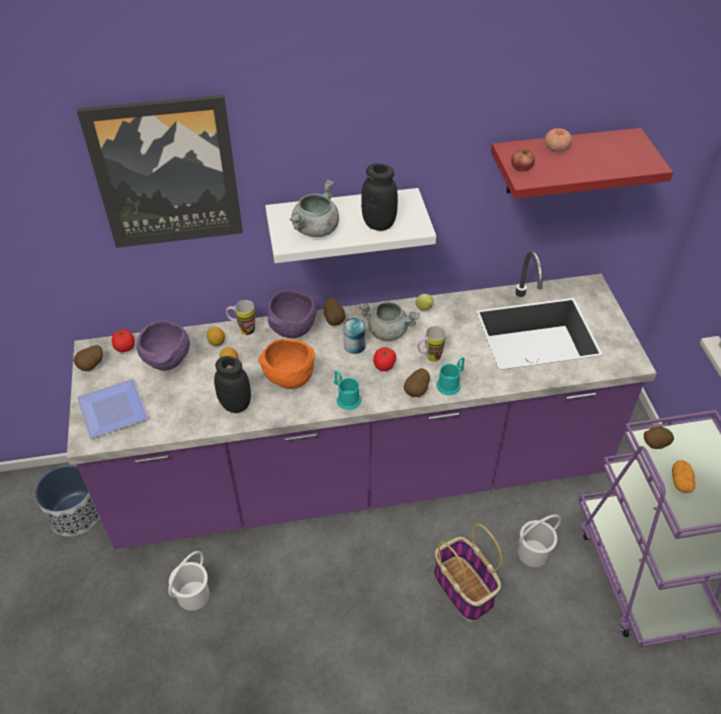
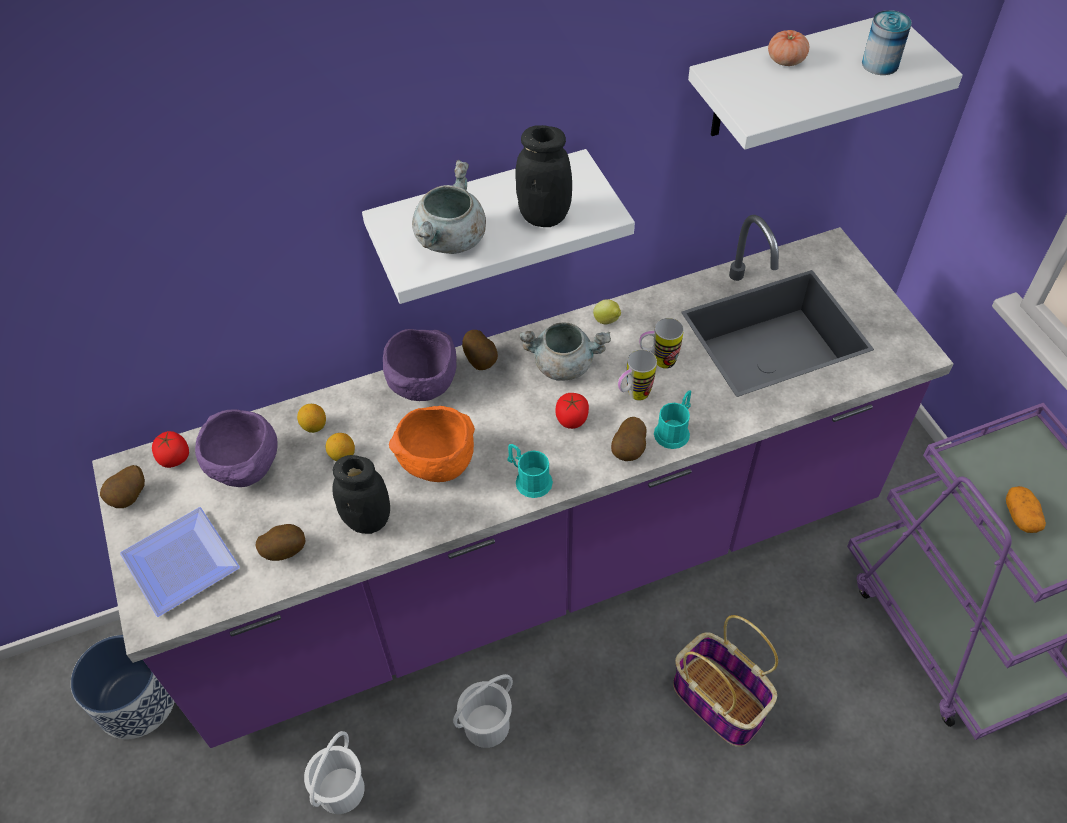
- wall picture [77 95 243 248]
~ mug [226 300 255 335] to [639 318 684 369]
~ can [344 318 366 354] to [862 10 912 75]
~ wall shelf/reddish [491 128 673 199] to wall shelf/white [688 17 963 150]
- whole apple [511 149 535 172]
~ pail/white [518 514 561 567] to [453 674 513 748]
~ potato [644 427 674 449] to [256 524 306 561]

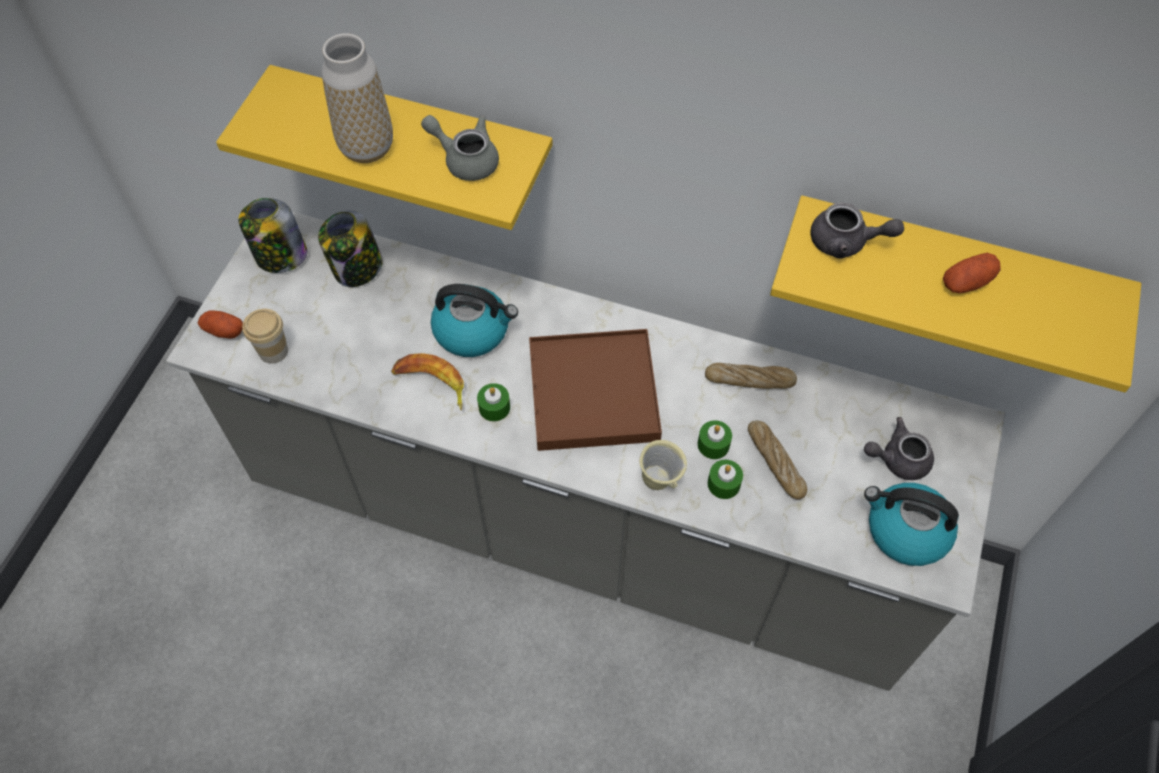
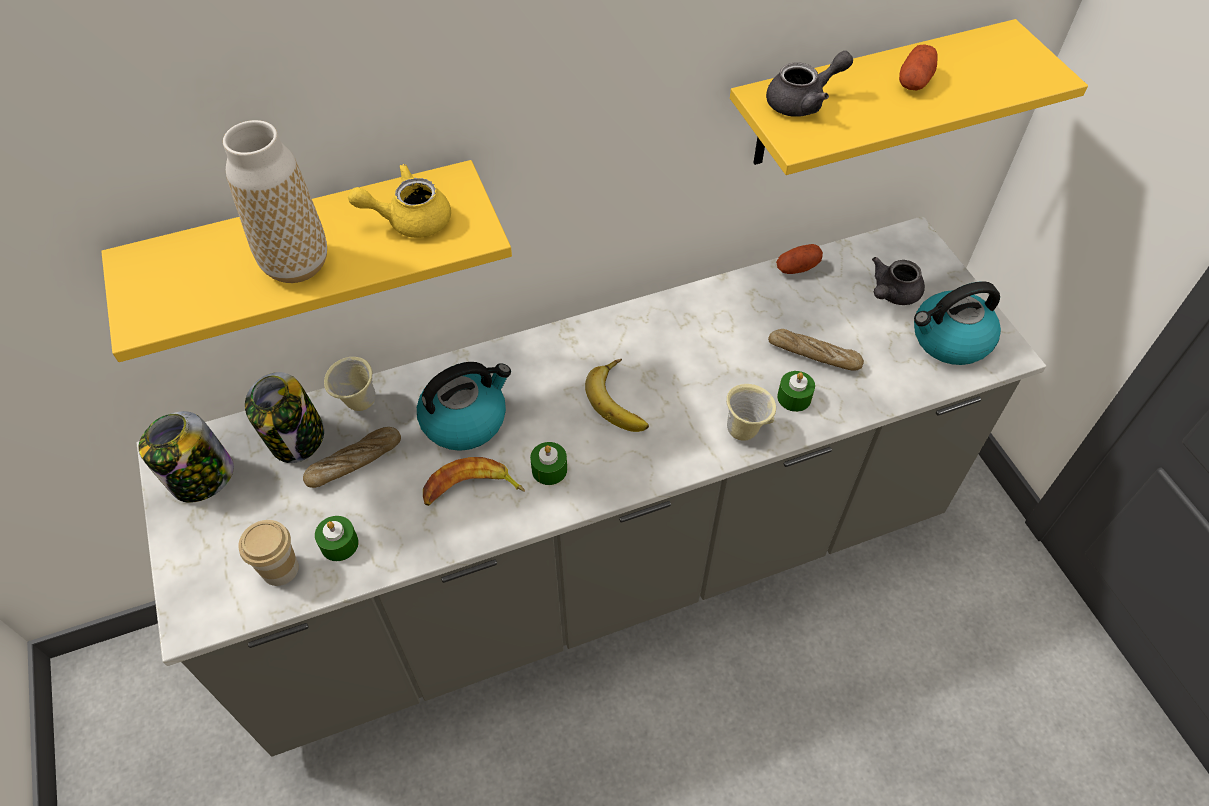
~ potato [198 310 243 339] to [776 244 823 274]
~ teapot/gray [421 115 499 181] to teapot/yellow-coloured [348 164 451 238]
~ tray/brown-coloured [529 329 662 451] to banana fruit [585 359 649 432]
~ wax candle/green [698 420 732 459] to [315 516 359 561]
~ bakery bread [705 363 797 389] to [303 427 401 488]
+ mug/sand-coloured [324 357 375 411]

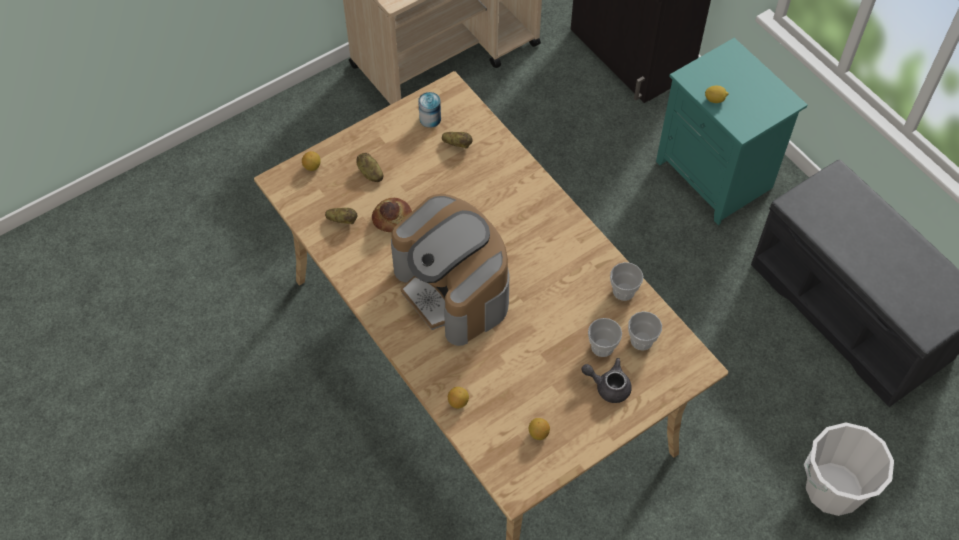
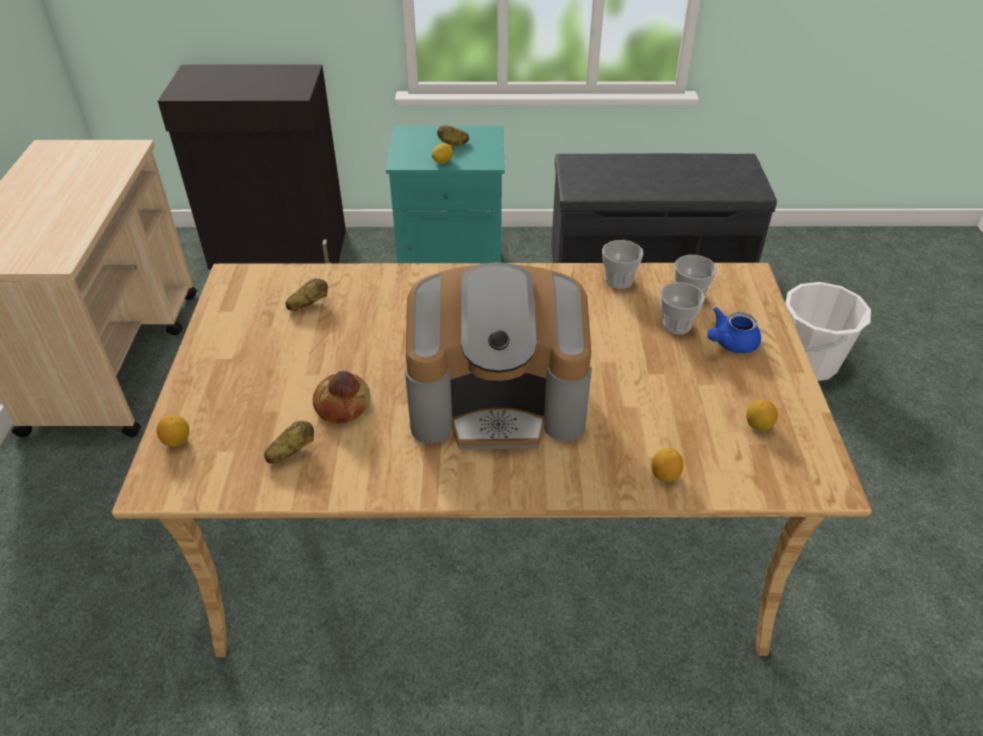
~ potato [356 153 384 182] to [437 125 469 146]
- can [418 92 441 128]
~ teapot/gray [581 358 632 403] to teapot/blue-coloured [707 307 761 353]

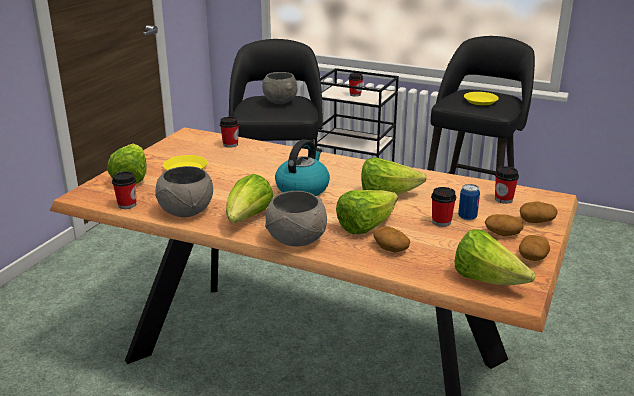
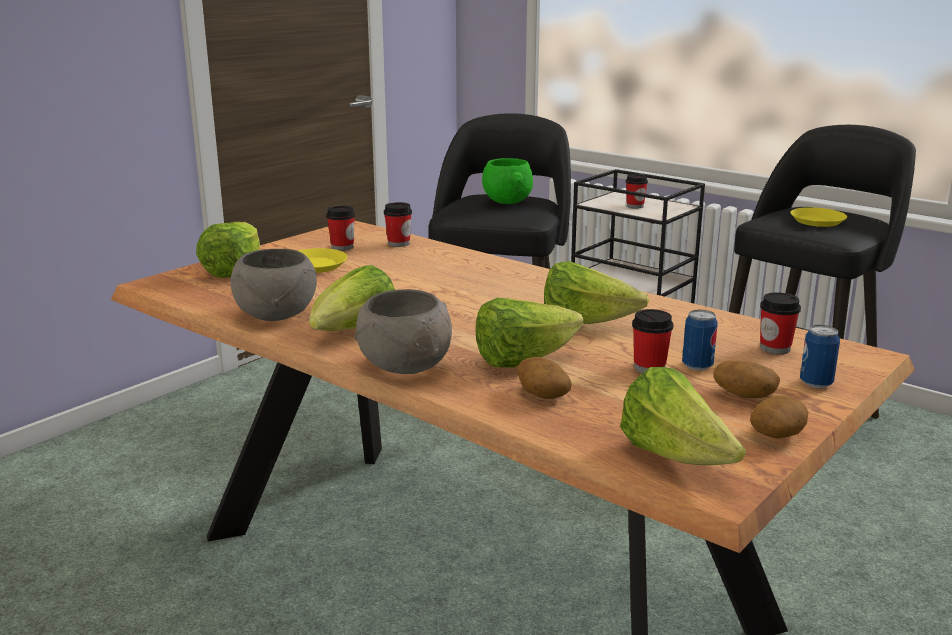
~ drinking cup [112 171 136 209] to [326 205 355 251]
~ bowl/gray [262 72 297 104] to bowl/green [482 158 533 204]
- tea kettle [275 139 330 196]
~ potato [520 201 558 223] to can [800 325 840 388]

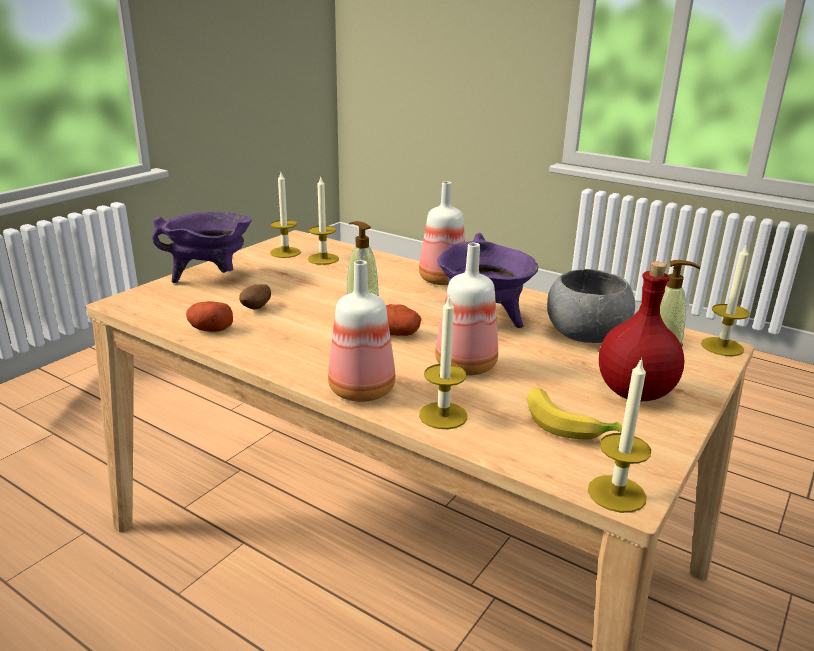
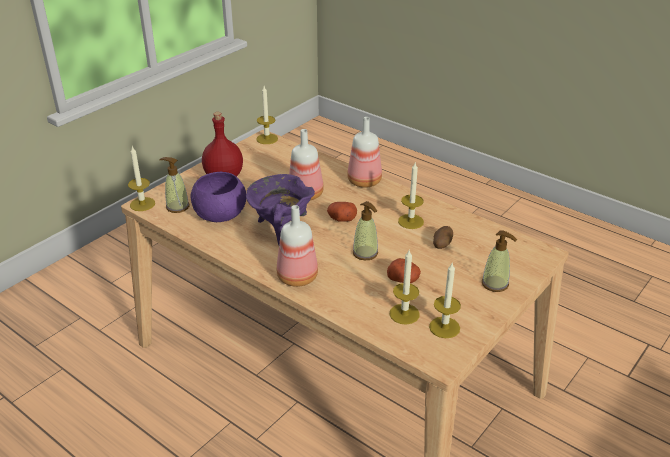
~ stockpot/purple-coloured [152 212 252 283] to liquid soap bottle [482 230 517 292]
~ potato [186 301 233 332] to [387 258 421 283]
~ wax candle [419 297 467 429] to [398 163 424 229]
- banana fruit [527 388 623 440]
~ bowl/gray [547 269 635 343] to bowl/purple-coloured [191 172 246 222]

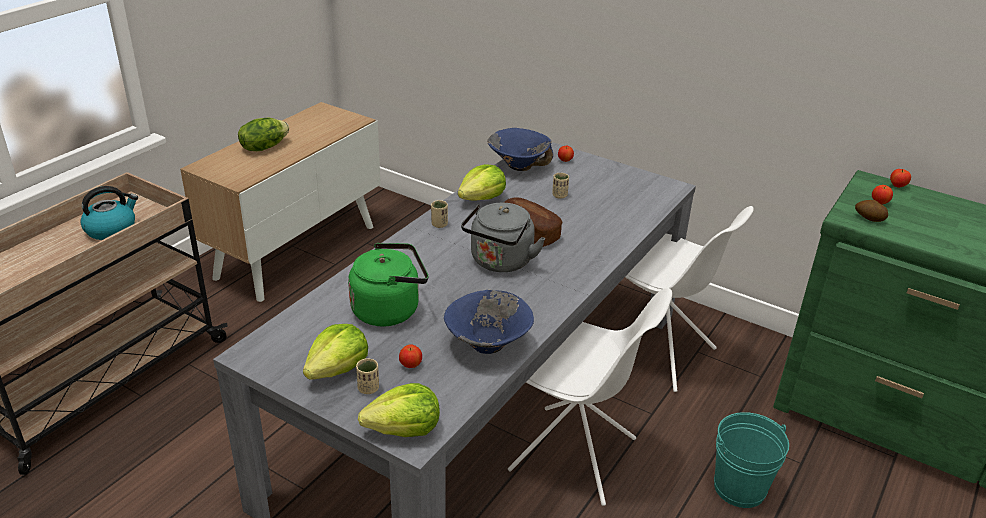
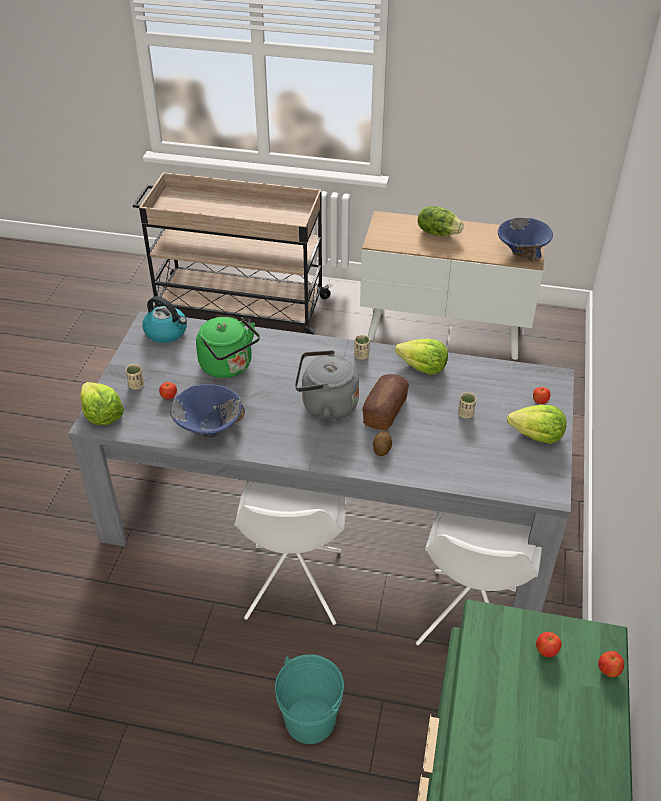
~ tea kettle [80 186 138 240] to [142 296 187 343]
~ lettuce [303 324 368 380] to [507 405 566 444]
~ bowl/blue-coloured [487 128 553 171] to [498 218 553 263]
~ potato [855 200 888 222] to [373 431 392 456]

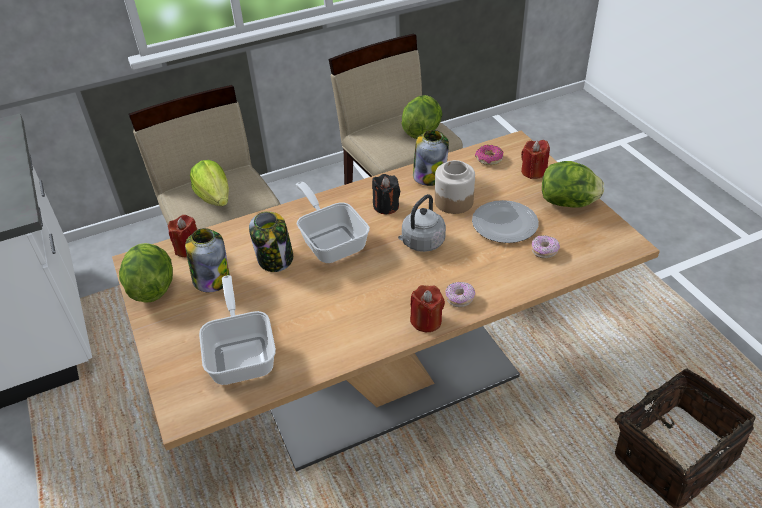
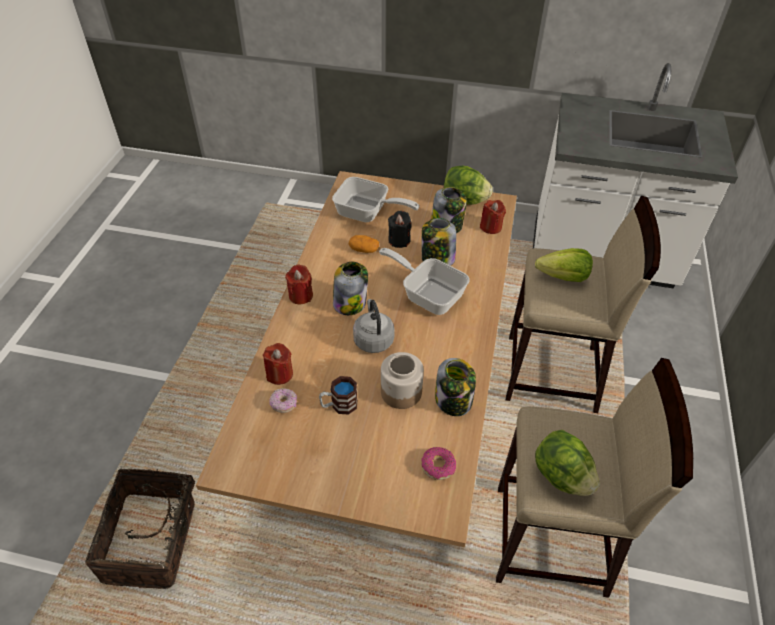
~ skillet [296 182 370 263] = [379 248 470 315] 150 degrees counterclockwise
~ wax candle/black-coloured [372 174 400 214] to [388 211 412 248]
- ring doughnut [445 282 475 308]
~ flat dish [472 200 539 243] to mug [319 376 358 415]
~ wax candle/reddish [521 140 550 179] to [263 343 293 385]
- lettuce [542 161 604 208]
+ preserve jar [333 262 368 315]
+ potato [349 235 379 253]

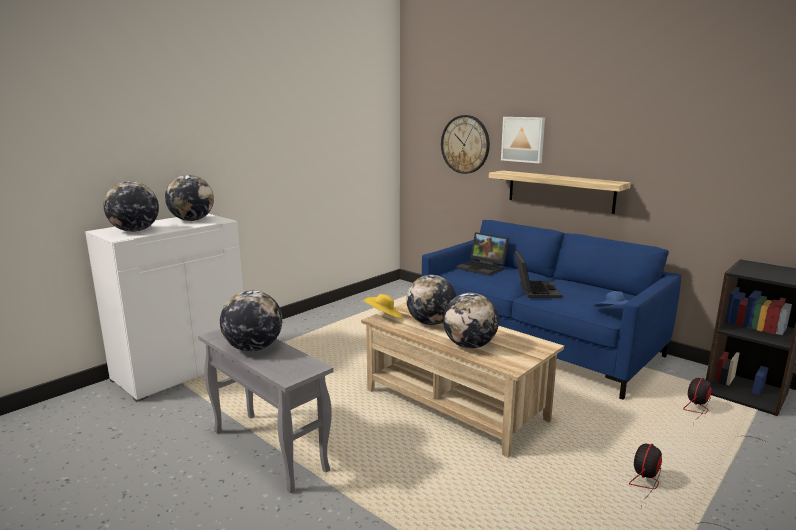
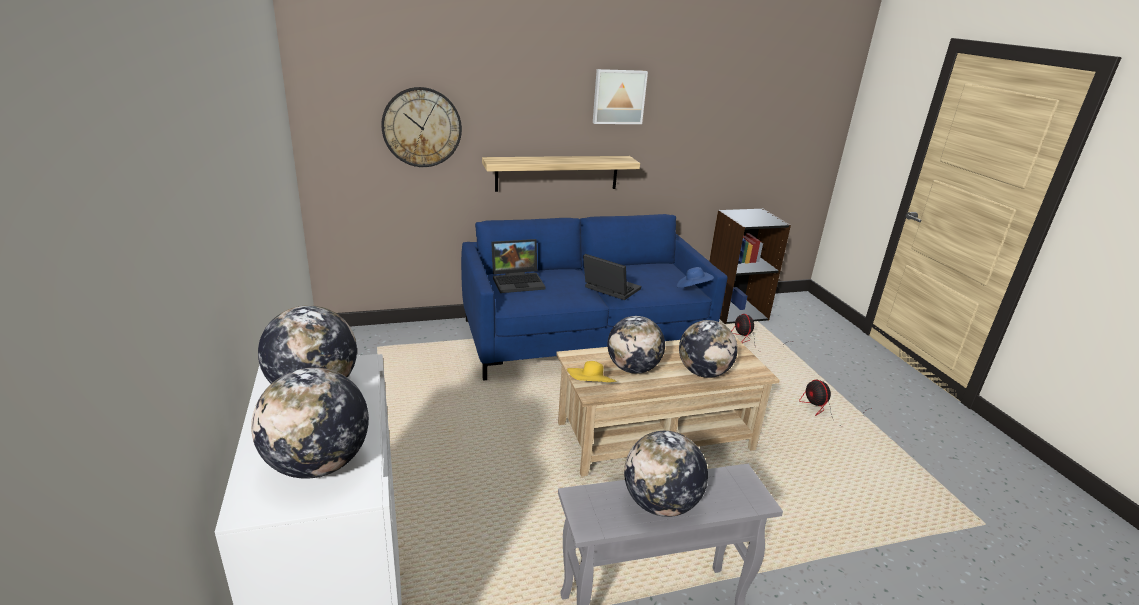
~ wall picture [501 117 545 163] to [593 69 648 124]

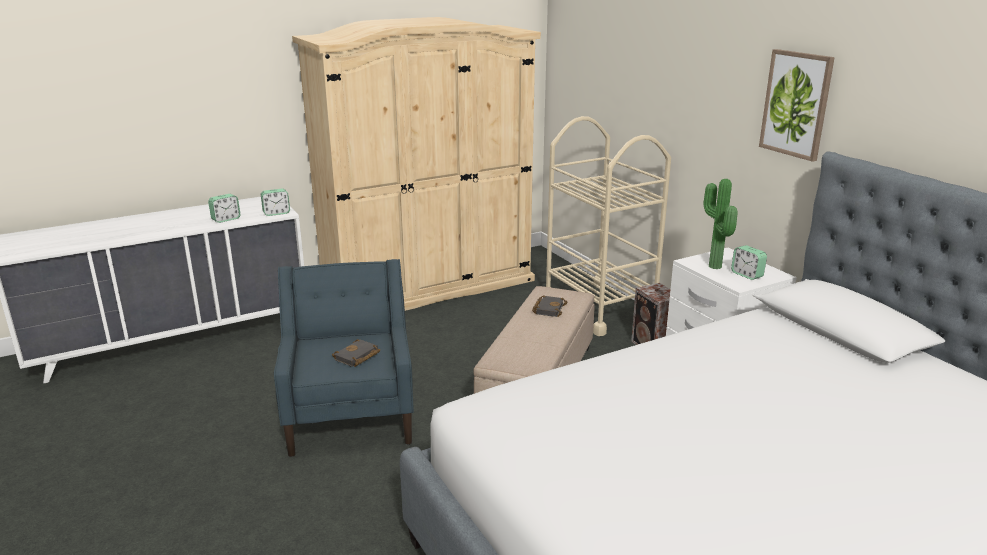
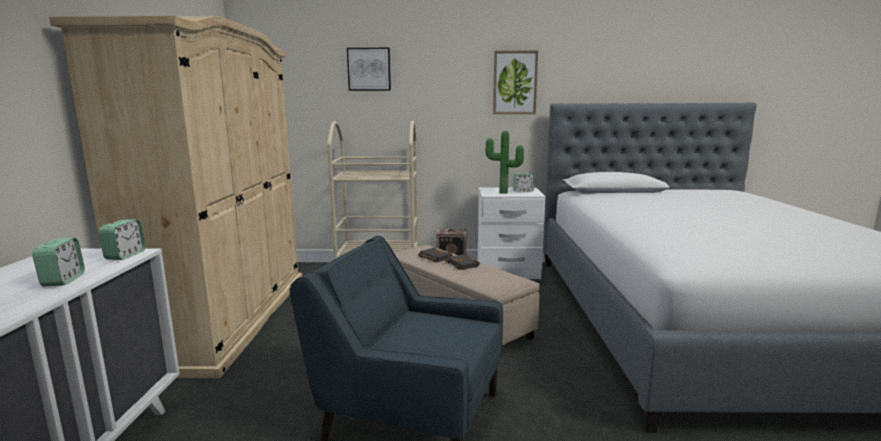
~ book/black-coloured [332 339 380 367] to [445 254 480 270]
+ wall picture [347 48 391 91]

